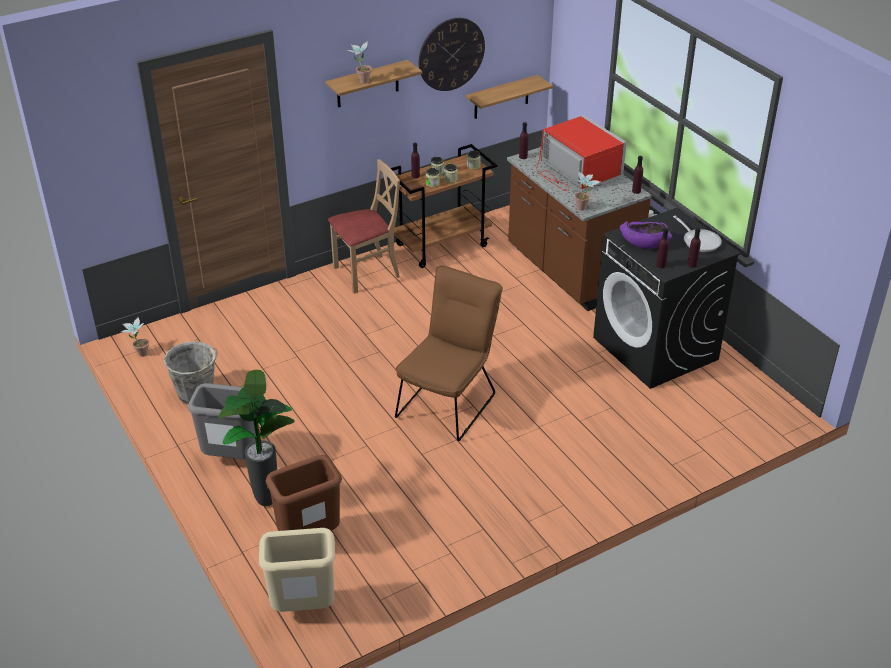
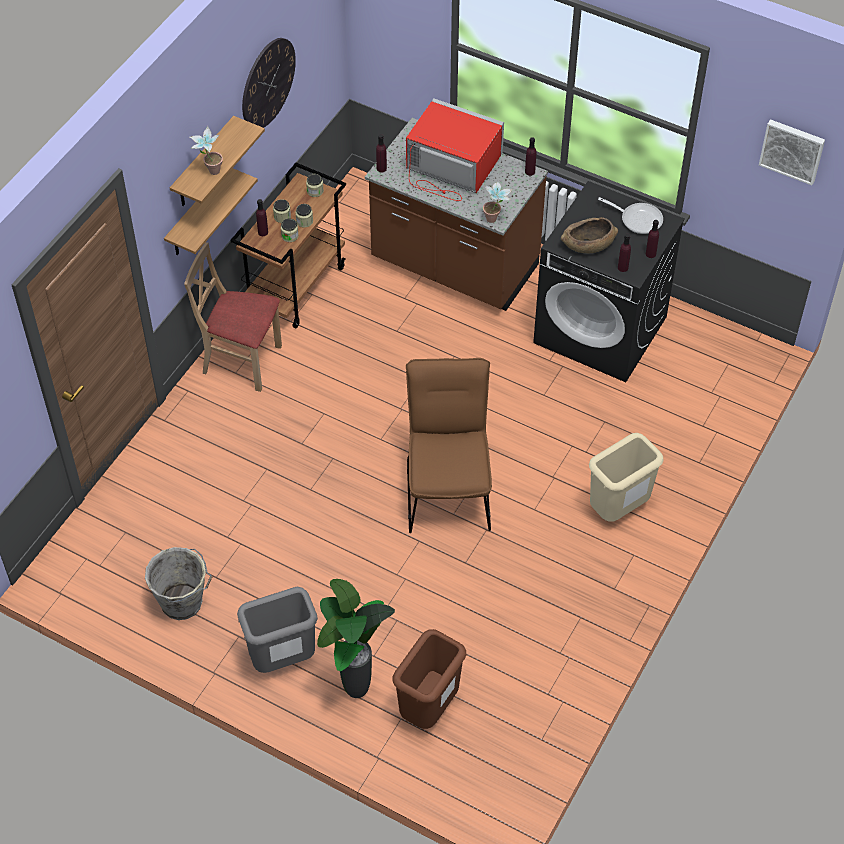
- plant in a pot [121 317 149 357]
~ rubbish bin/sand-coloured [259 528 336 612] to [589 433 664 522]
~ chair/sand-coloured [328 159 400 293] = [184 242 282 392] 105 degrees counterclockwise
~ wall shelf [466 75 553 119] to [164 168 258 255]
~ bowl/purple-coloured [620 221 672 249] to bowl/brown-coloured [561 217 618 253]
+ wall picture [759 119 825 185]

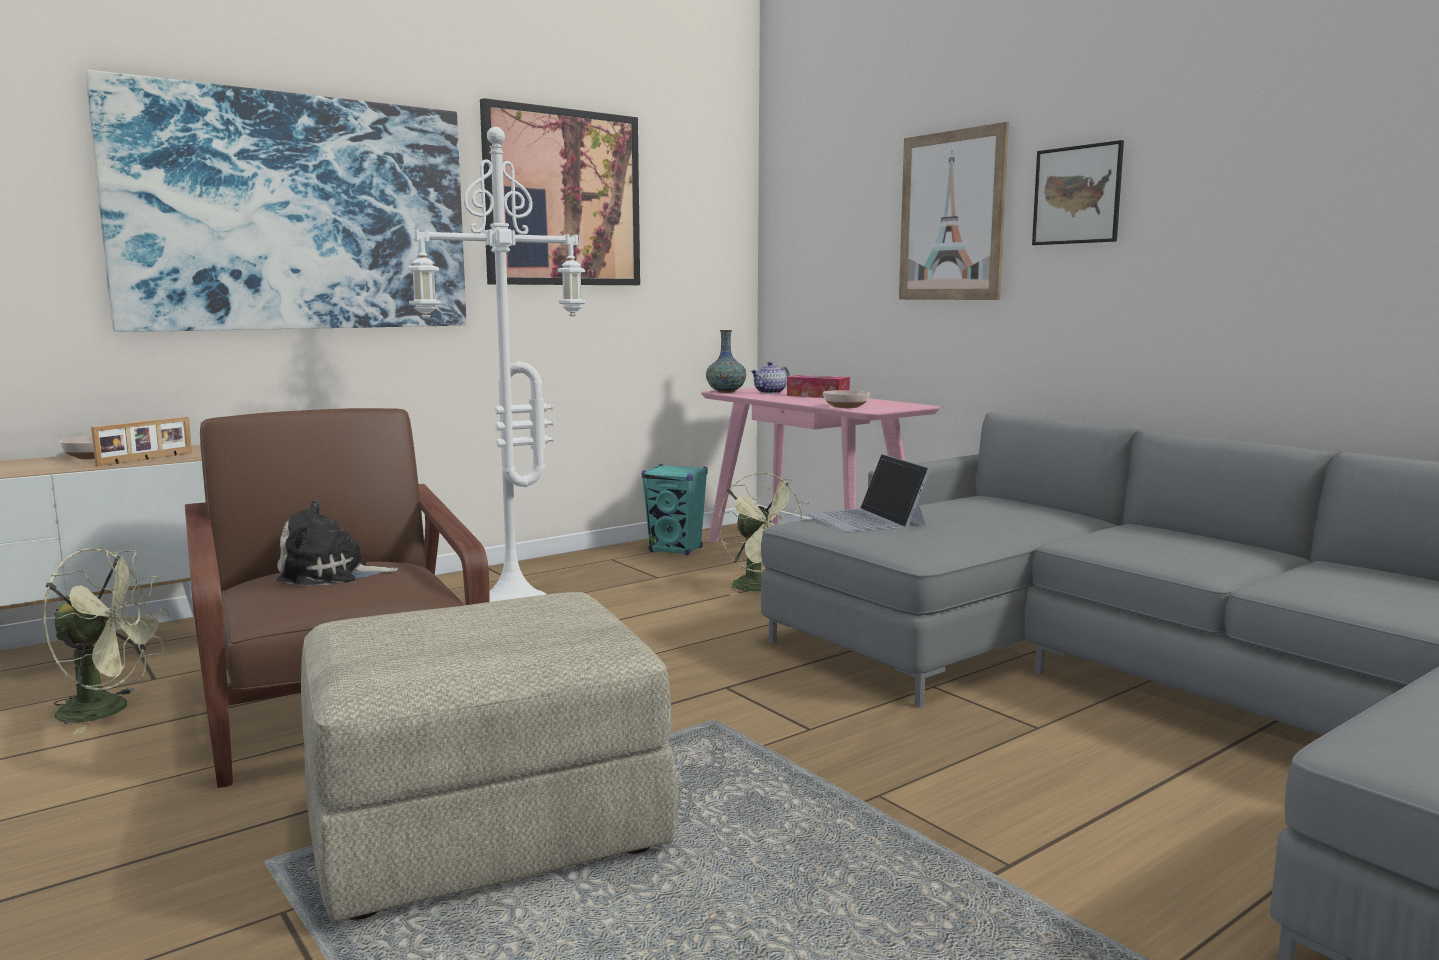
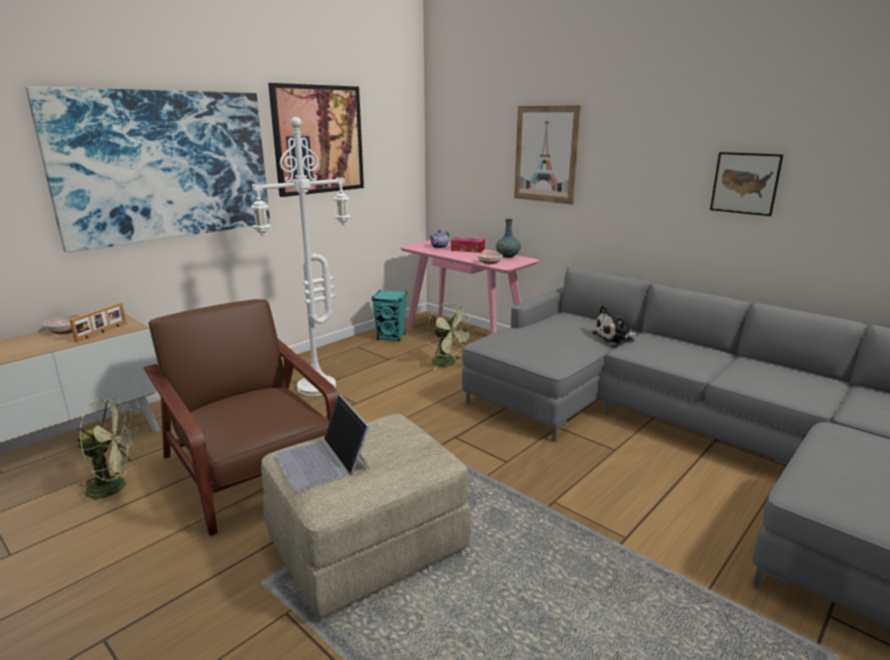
~ cuddly toy [276 500 398 585] to [592 305 637 345]
~ flower vase [706 330 746 393] to [496 219 521 258]
~ laptop [806 454 931 533] to [275 395 369 491]
~ wall picture [1032 140 1124 245] to [710 152 784 216]

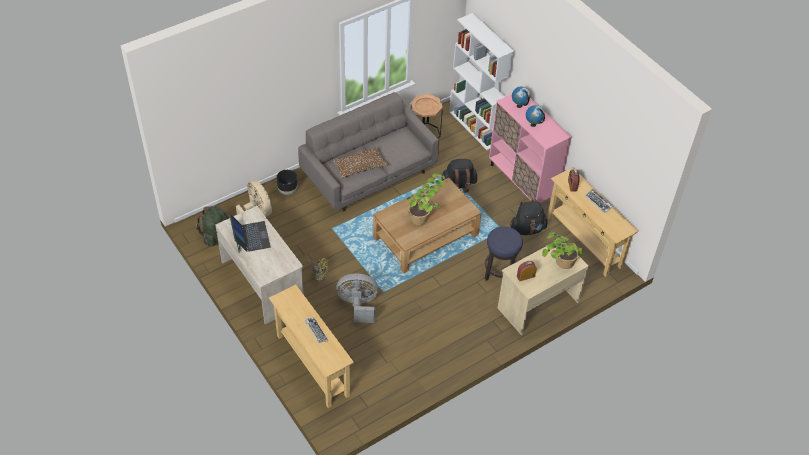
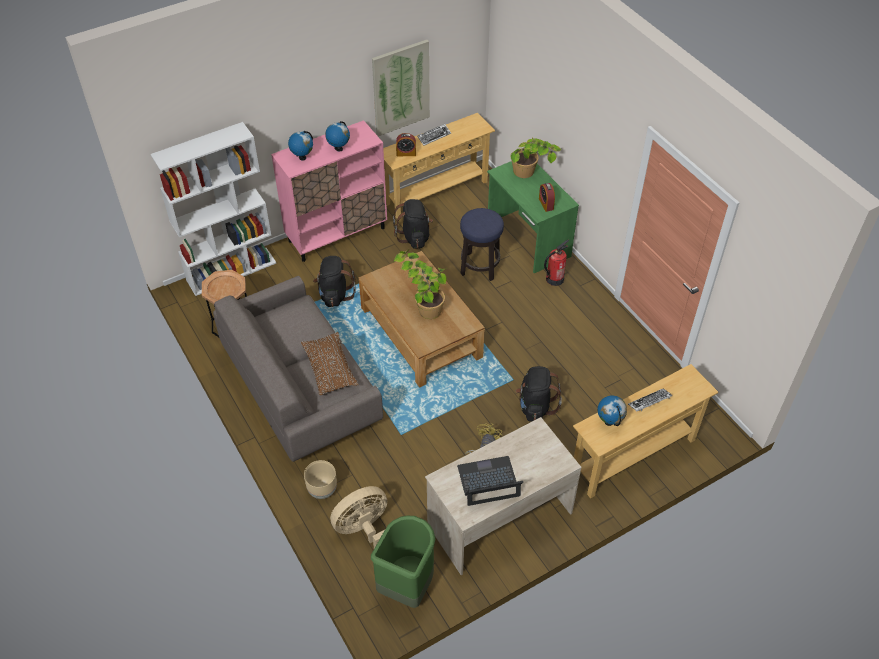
~ knapsack/green [196 206 229 247] to rubbish bin/green [371 516 435 608]
~ planter/black-coloured [276 170 297 195] to planter/sand-coloured [304 460 337 499]
~ cooling fan/gray [336 273 378 323] to knapsack/black-coloured [516 366 562 422]
~ desk unit/sand-coloured [498 247 589 335] to desk unit/green [487 161 579 273]
+ wall picture [372 40 430 136]
+ extinguisher [544 240 569 286]
+ globe [598 395 627 426]

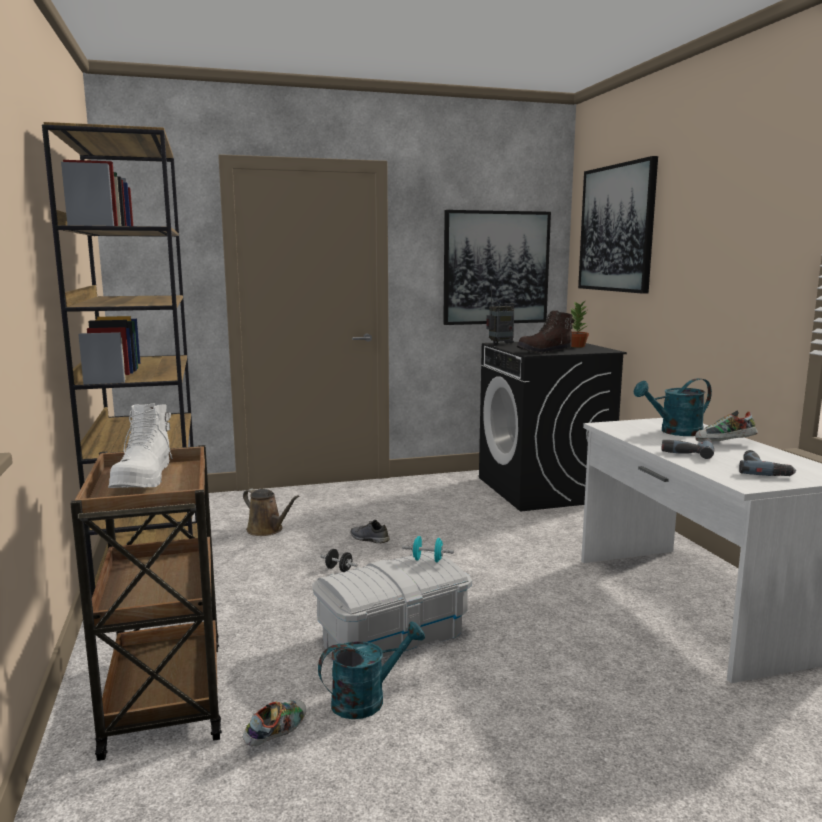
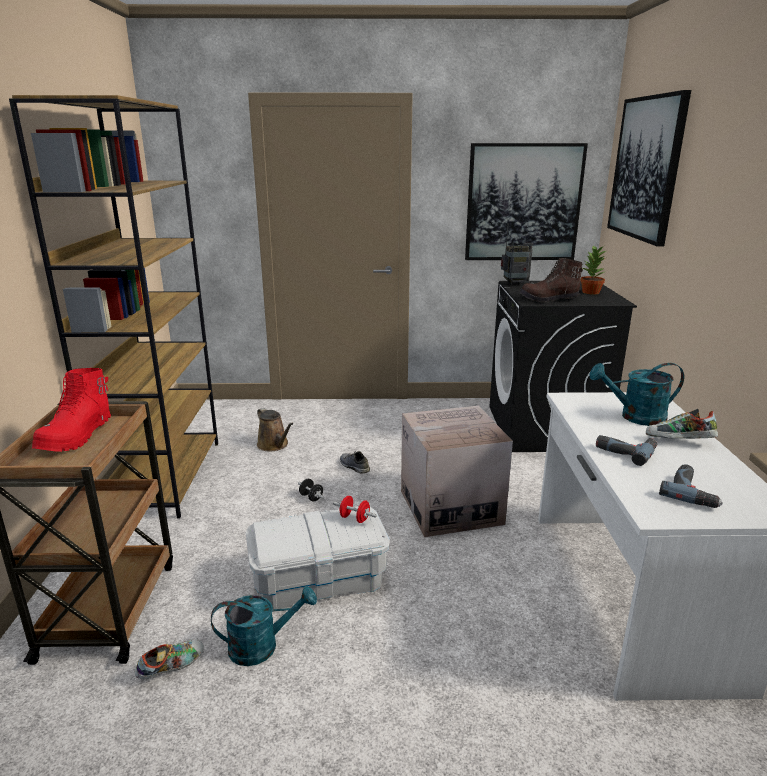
~ high-top boot/white [108 403 173 488] to high-top boot/reddish [32 368 111 452]
~ free weight/blue-green [402 536 454 562] to free weight/reddish [333 496 377 523]
+ packing box [401 406 513 537]

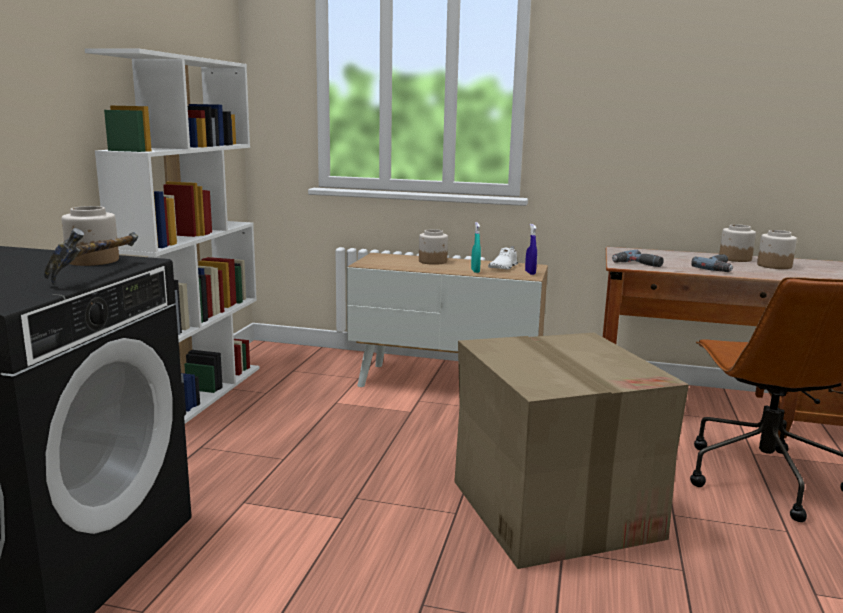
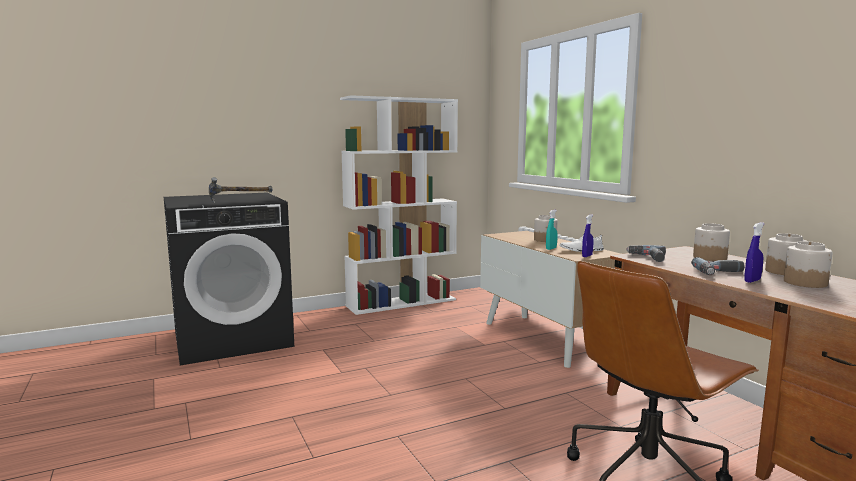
~ preserve jar [61 206 119 266] to [693 223 730 261]
- packing box [454 333 689 569]
+ spray bottle/blue-coloured [744 222 764 283]

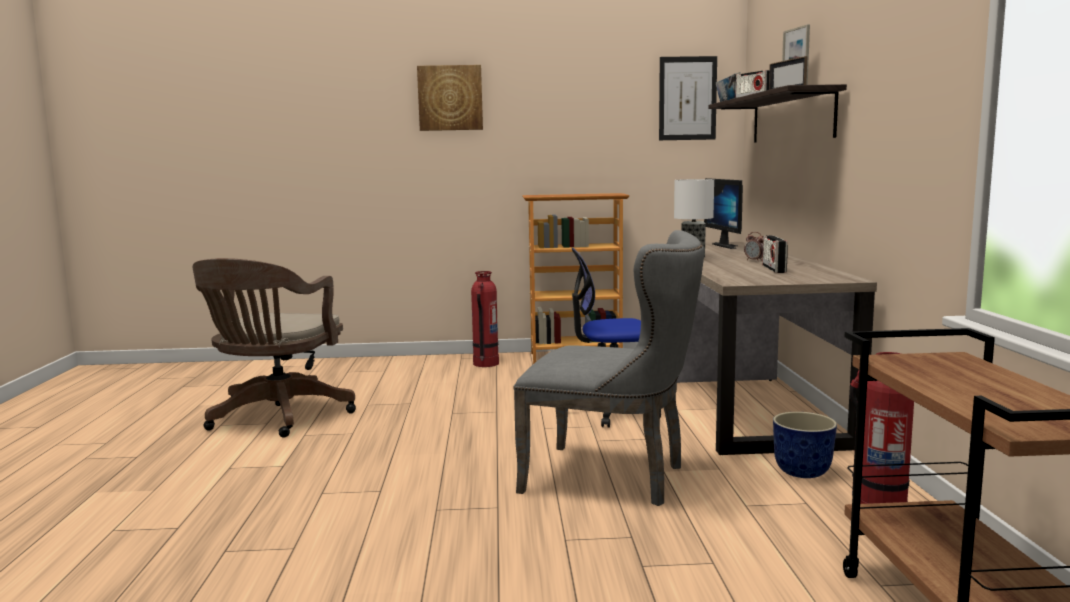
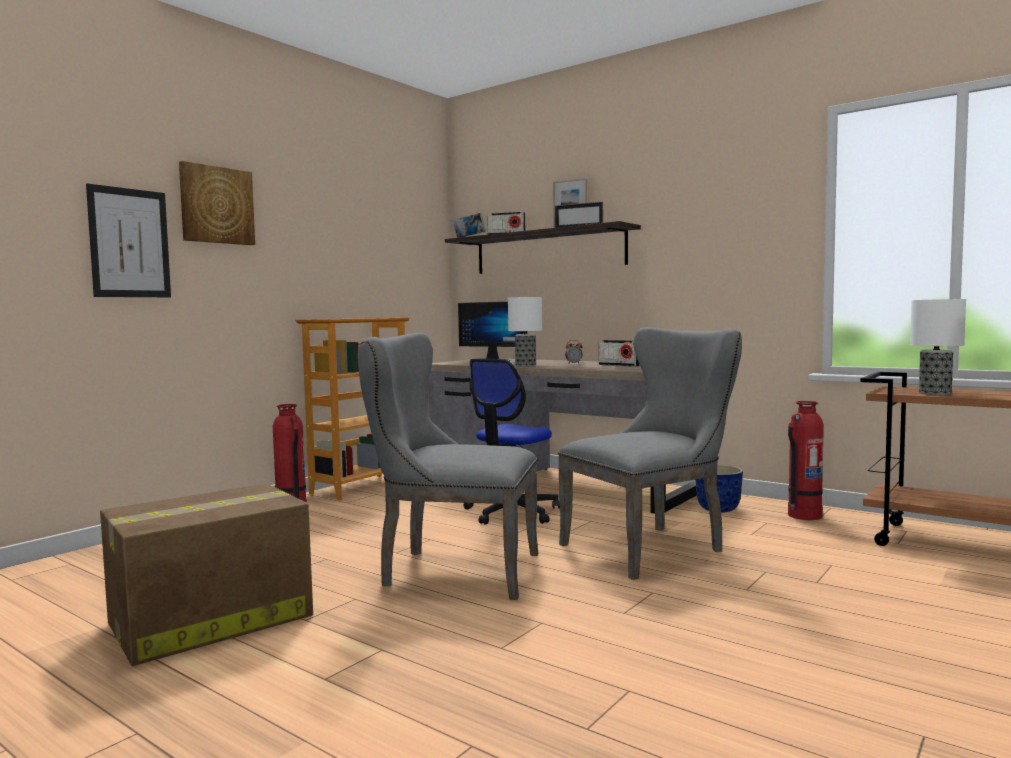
~ desk chair/brown-coloured [193 258 356 438] to packing box [100 483 313 666]
~ wall picture [659 56 717 140] to [86 183 171 297]
+ chair/gray [358 333 538 600]
+ tabletop lamp [910 299 966 395]

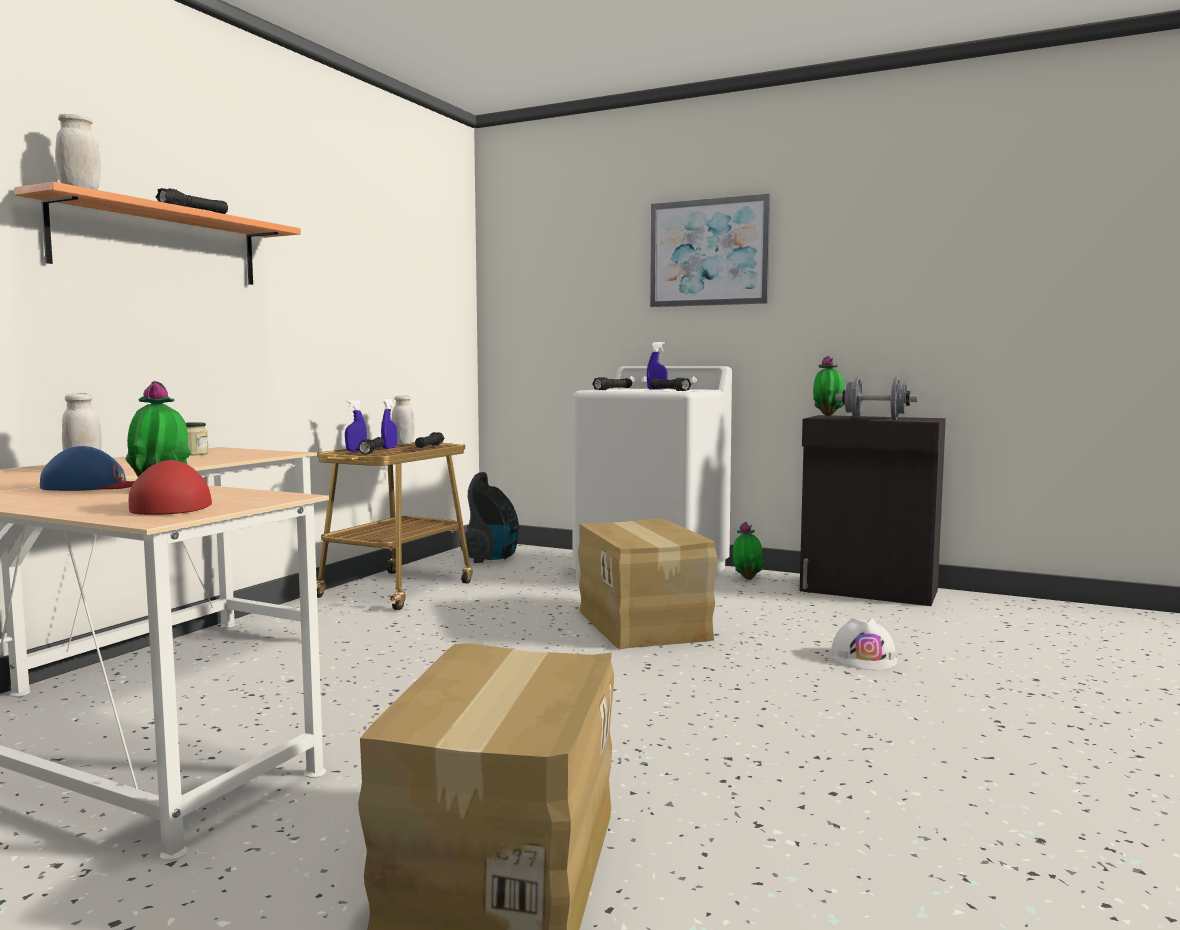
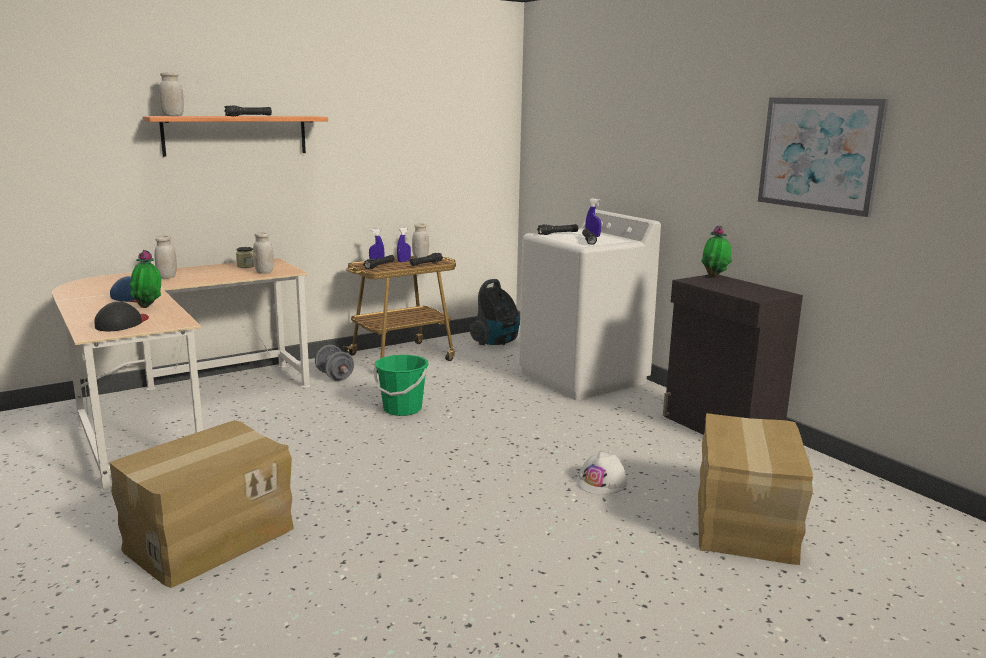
~ cap/reddish [129 460 212 515] to cap/black-coloured [94 301 149 331]
~ packing box [578 518 717 649] to [698 413 813 565]
~ wall picture [650 194 771 307] to [758 98 889 217]
- plant in a pot [732 522 765 580]
~ free weight/gray [835 377 918 420] to [315 345 354 381]
+ preserve jar/white [253 232 274 274]
+ pail/green [374 355 429 416]

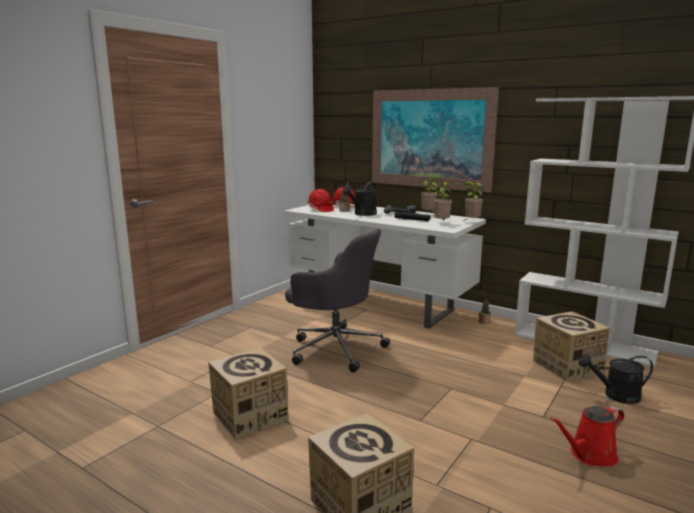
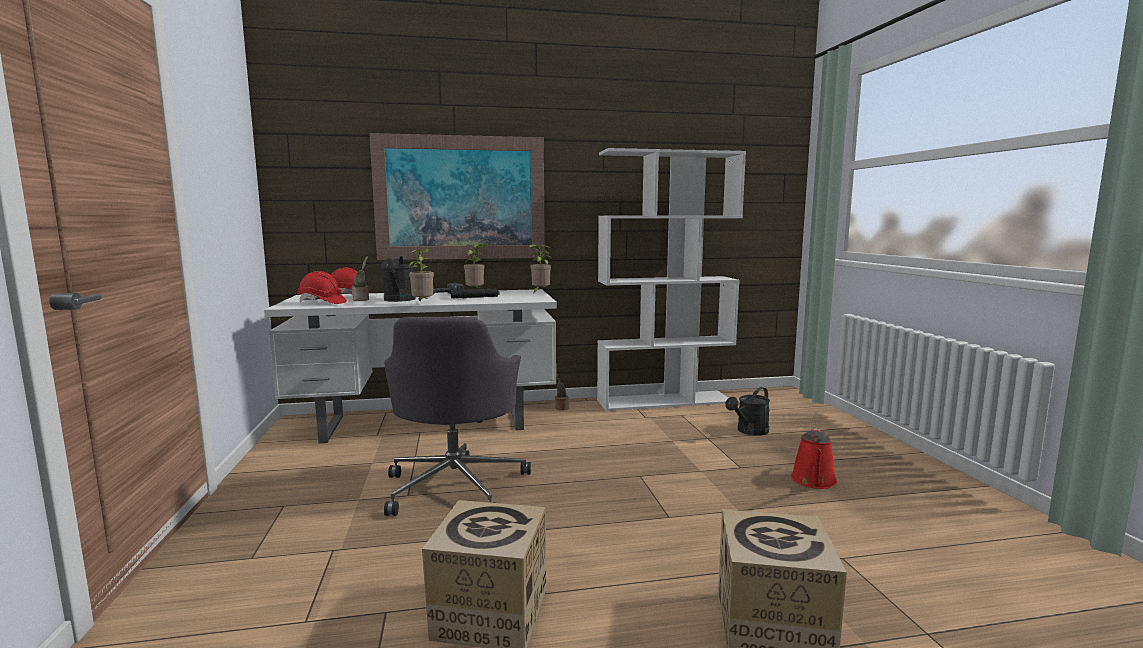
~ desk chair/gray [285 228 390 373] = [384 317 531 516] 105 degrees clockwise
~ plant in a pot [434 182 453 220] to [409 248 434 302]
- packing box [533 311 610 382]

